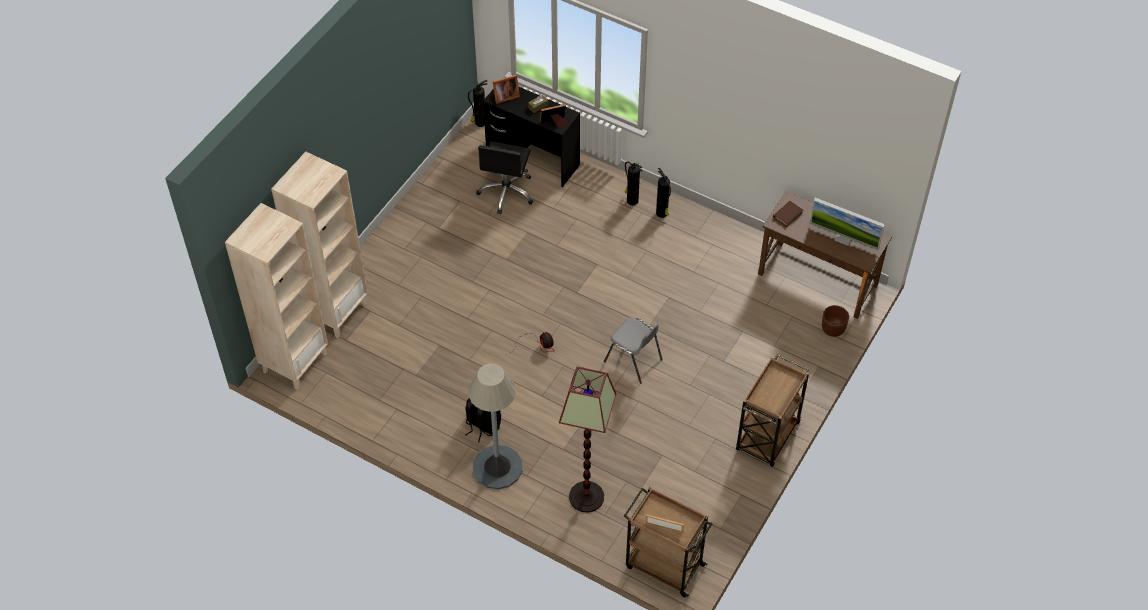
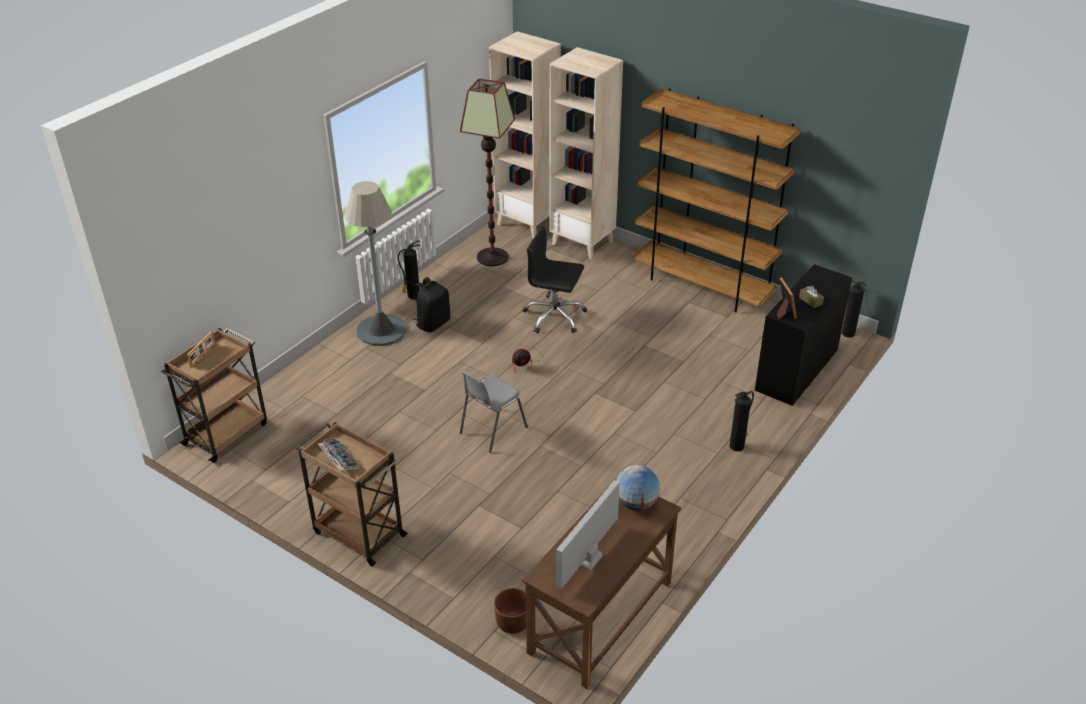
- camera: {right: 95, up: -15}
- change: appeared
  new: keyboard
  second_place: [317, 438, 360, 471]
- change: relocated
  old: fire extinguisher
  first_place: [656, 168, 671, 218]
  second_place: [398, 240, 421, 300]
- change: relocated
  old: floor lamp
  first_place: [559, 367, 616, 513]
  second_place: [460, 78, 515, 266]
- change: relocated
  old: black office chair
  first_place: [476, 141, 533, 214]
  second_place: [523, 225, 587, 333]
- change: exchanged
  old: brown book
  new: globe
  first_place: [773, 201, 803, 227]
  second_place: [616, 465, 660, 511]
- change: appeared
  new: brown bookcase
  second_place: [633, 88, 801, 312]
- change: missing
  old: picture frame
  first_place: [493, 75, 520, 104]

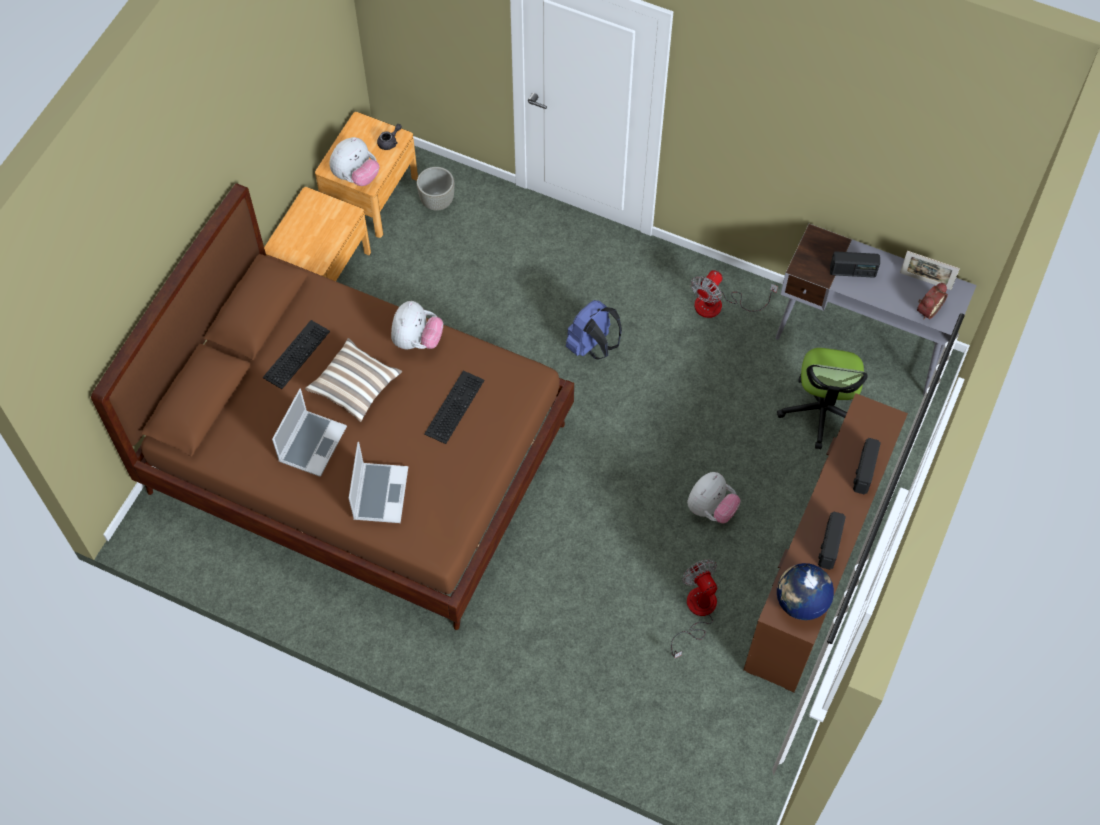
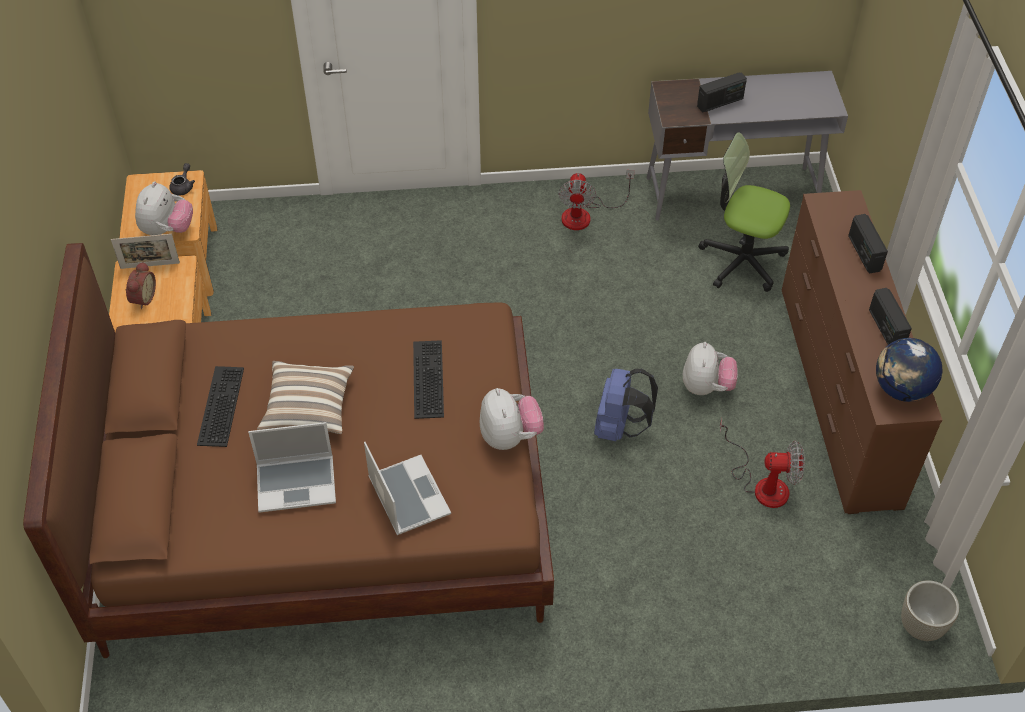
- camera: {right: -30, up: -10}
- change: relocated
  old: picture frame
  first_place: [900, 251, 960, 290]
  second_place: [111, 234, 180, 269]
- change: relocated
  old: alarm clock
  first_place: [917, 283, 948, 320]
  second_place: [126, 262, 156, 309]
- change: spun
  old: laptop
  first_place: [272, 389, 347, 477]
  second_place: [248, 422, 336, 513]
  degrees: 90
- change: relocated
  old: plush toy
  first_place: [391, 301, 443, 349]
  second_place: [480, 388, 544, 450]
- change: relocated
  old: blue backpack
  first_place: [566, 300, 622, 360]
  second_place: [594, 369, 658, 441]
- change: spun
  old: office chair
  first_place: [777, 348, 868, 449]
  second_place: [698, 132, 790, 292]
  degrees: 135
- change: spun
  old: fan
  first_place: [671, 559, 717, 659]
  second_place: [720, 418, 804, 508]
  degrees: 150
- change: relocated
  old: grey planter
  first_place: [417, 167, 454, 211]
  second_place: [901, 580, 959, 641]

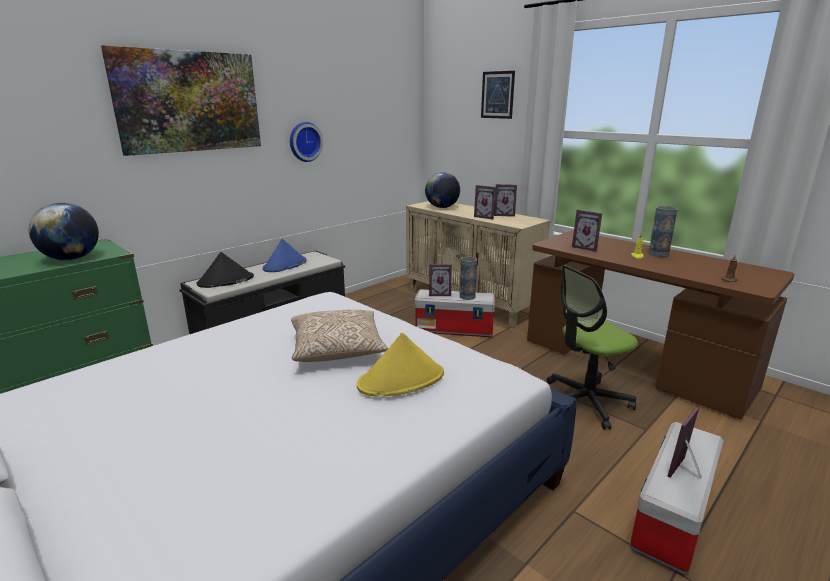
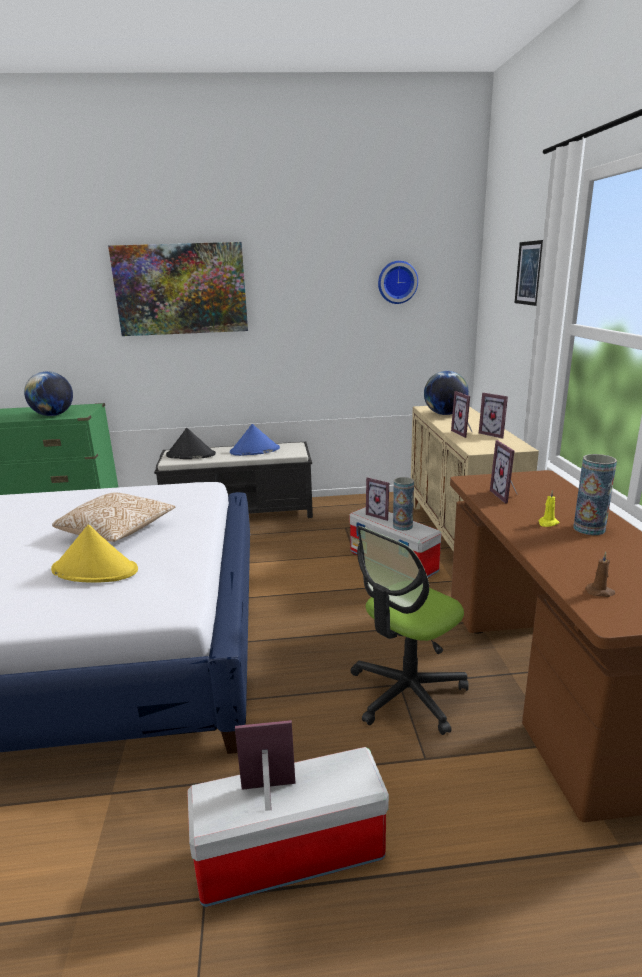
- camera: {right: 40, up: 0}
- change: spun
  old: office chair
  first_place: [547, 265, 638, 429]
  second_place: [350, 526, 469, 735]
  degrees: -60
- change: relocated
  old: wall clock
  first_place: [290, 122, 323, 162]
  second_place: [378, 261, 418, 304]

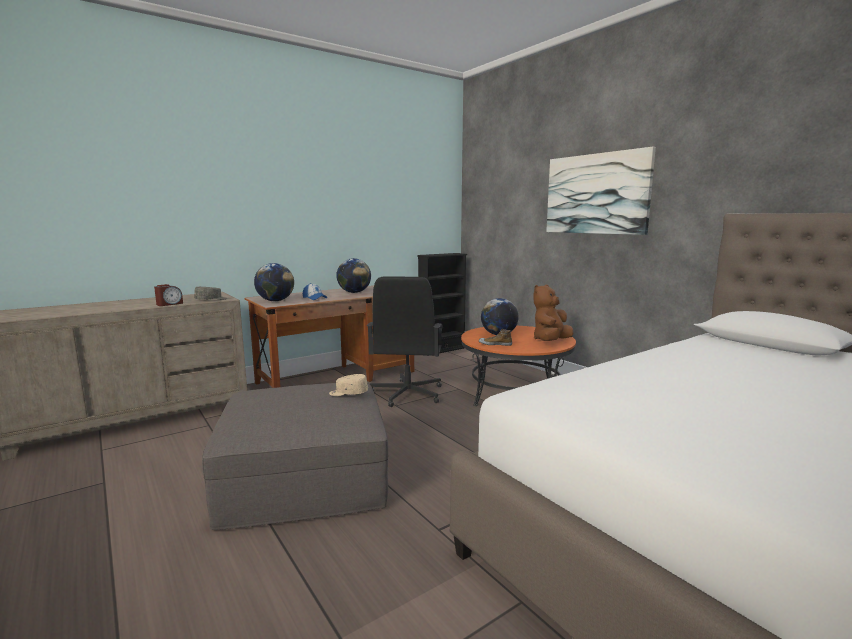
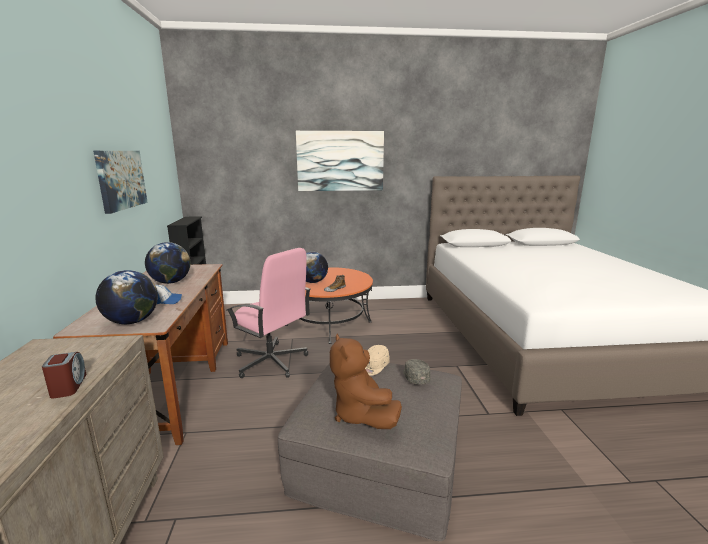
- camera: {right: -60, up: 5}
- change: appeared
  new: picture
  second_place: [93, 151, 148, 214]
- change: colour
  old: black office chair
  new: pink office chair
  first_place: [366, 276, 443, 407]
  second_place: [227, 248, 310, 378]
- change: relocated
  old: brown plush toy
  first_place: [533, 284, 574, 341]
  second_place: [330, 333, 402, 429]
- change: relocated
  old: grey cap
  first_place: [194, 287, 227, 300]
  second_place: [403, 359, 431, 384]

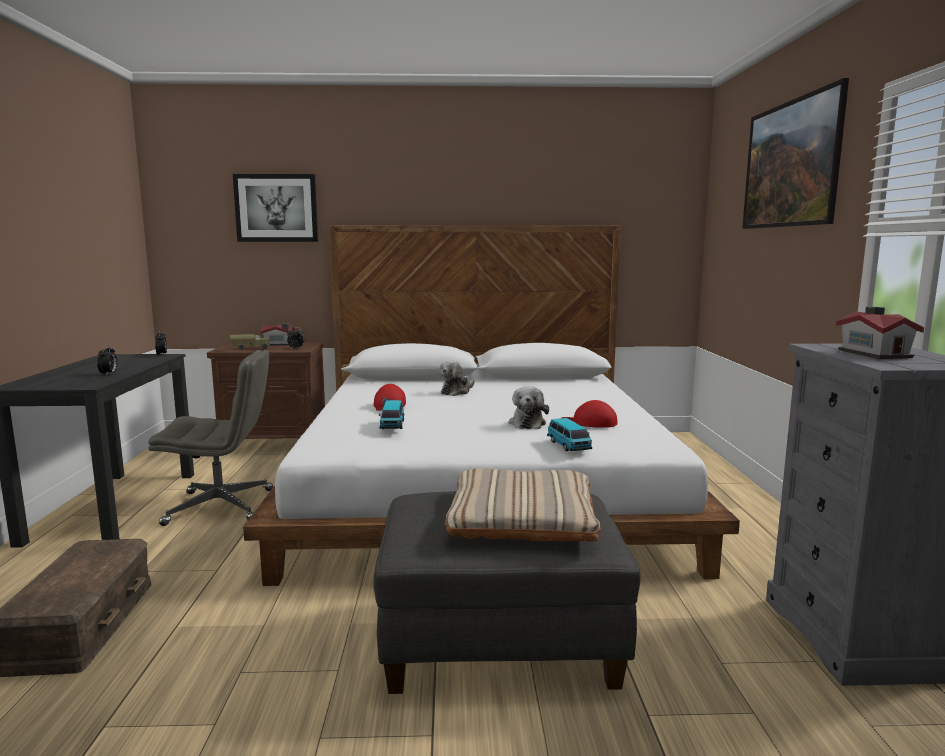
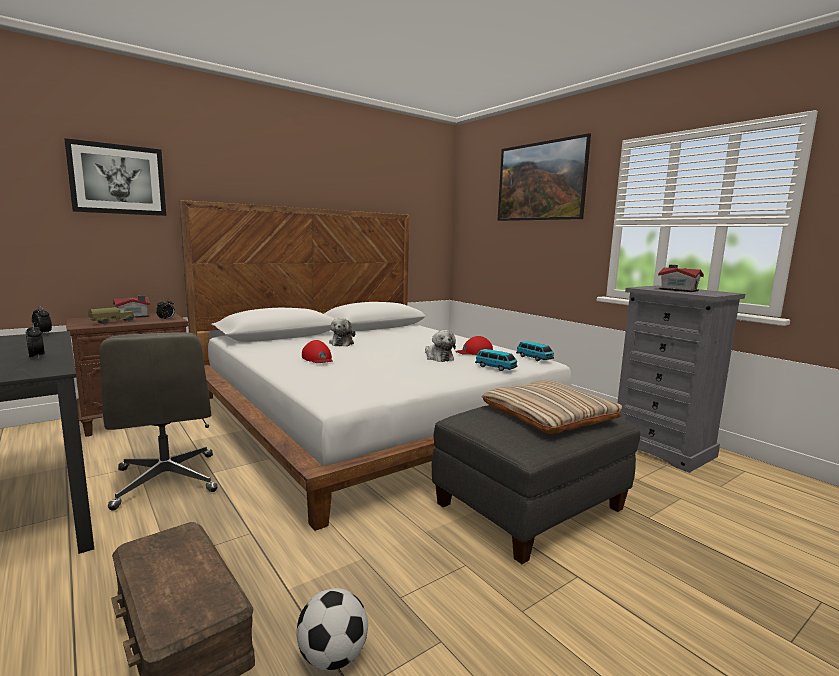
- camera: {right: -35, up: 0}
- change: spun
  old: grey office chair
  first_place: [148, 350, 273, 526]
  second_place: [100, 333, 218, 511]
  degrees: 105
- change: appeared
  new: football
  second_place: [296, 588, 368, 671]
- change: relocated
  old: toy car
  first_place: [379, 400, 404, 429]
  second_place: [516, 341, 554, 361]

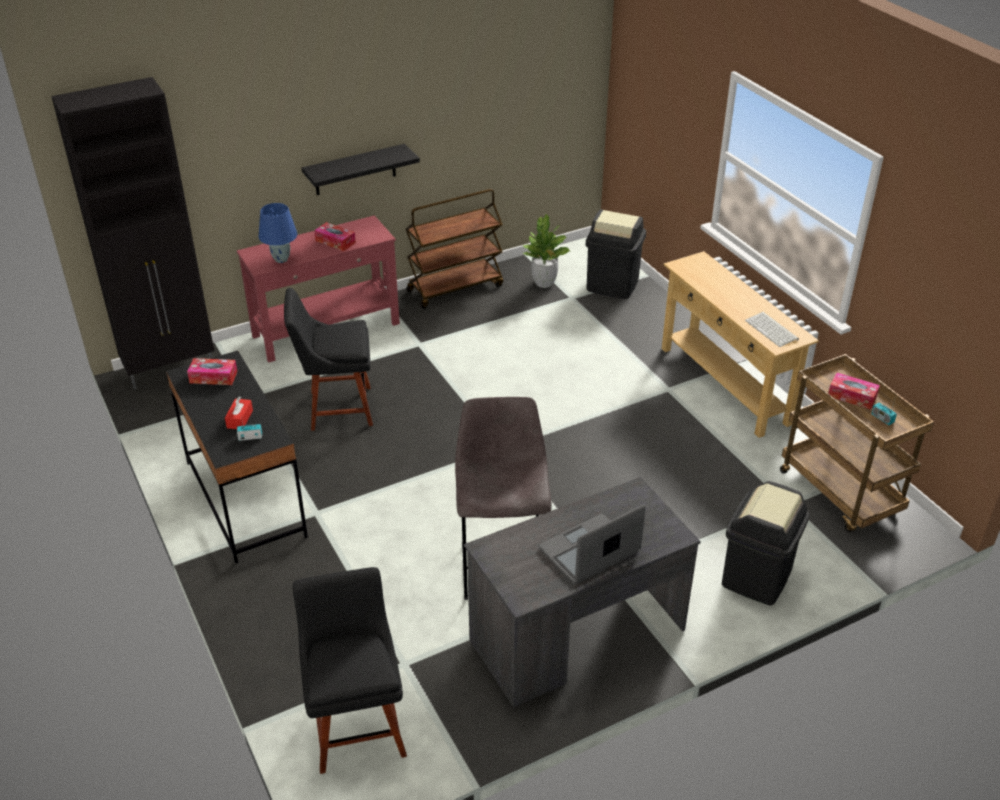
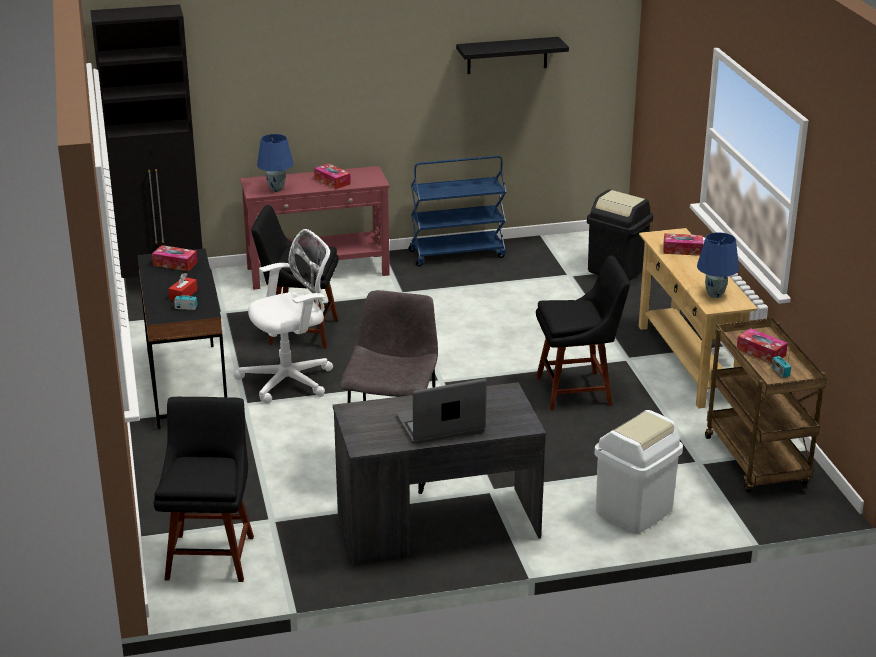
- camera: {right: 15, up: -10}
- change: appeared
  new: white office chair
  second_place: [234, 229, 333, 404]
- change: colour
  old: brown cart
  new: blue cart
  first_place: [406, 189, 503, 309]
  second_place: [408, 156, 506, 266]
- change: relocated
  old: black shelf
  first_place: [302, 144, 420, 195]
  second_place: [456, 37, 569, 74]
- change: appeared
  new: black chair
  second_place: [536, 256, 630, 411]
- change: colour
  old: black trash can
  new: white trash can
  first_place: [722, 481, 809, 605]
  second_place: [595, 410, 683, 534]
- change: appeared
  new: tissue box
  second_place: [663, 233, 703, 256]
- change: exchanged
  old: keyboard
  new: blue table lamp
  first_place: [745, 312, 799, 347]
  second_place: [697, 232, 739, 298]
- change: missing
  old: potted plant
  first_place: [523, 213, 570, 288]

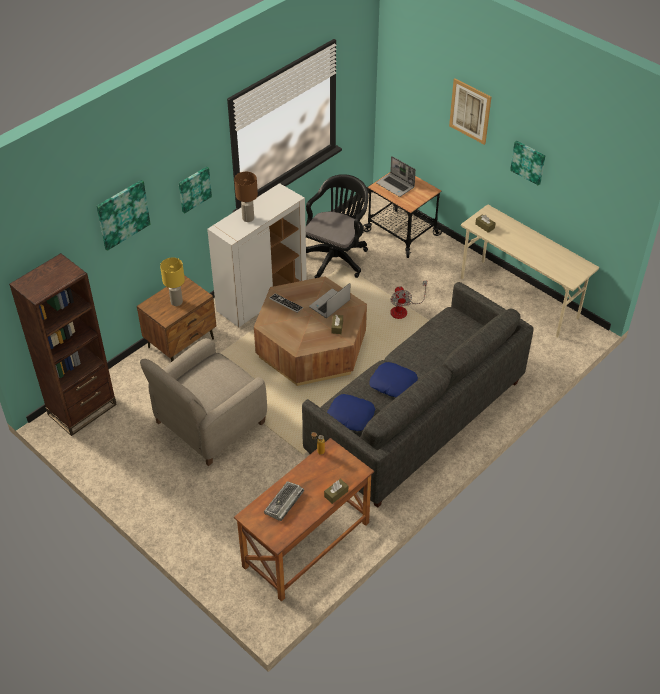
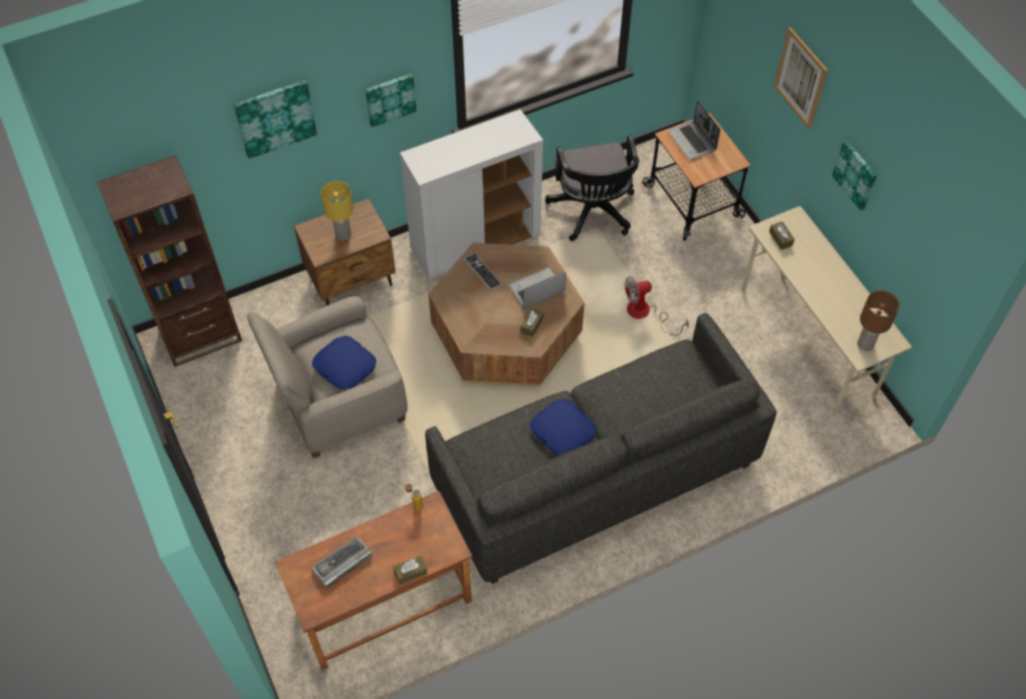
- camera: {right: 20, up: 10}
- change: relocated
  old: blue pillow
  first_place: [327, 394, 375, 431]
  second_place: [312, 336, 376, 390]
- change: spun
  old: black office chair
  first_place: [306, 174, 369, 278]
  second_place: [545, 136, 639, 241]
  degrees: 120
- change: spun
  old: fan
  first_place: [390, 281, 427, 319]
  second_place: [625, 276, 689, 335]
  degrees: 60
- change: relocated
  old: brown table lamp
  first_place: [234, 172, 258, 222]
  second_place: [857, 290, 899, 351]

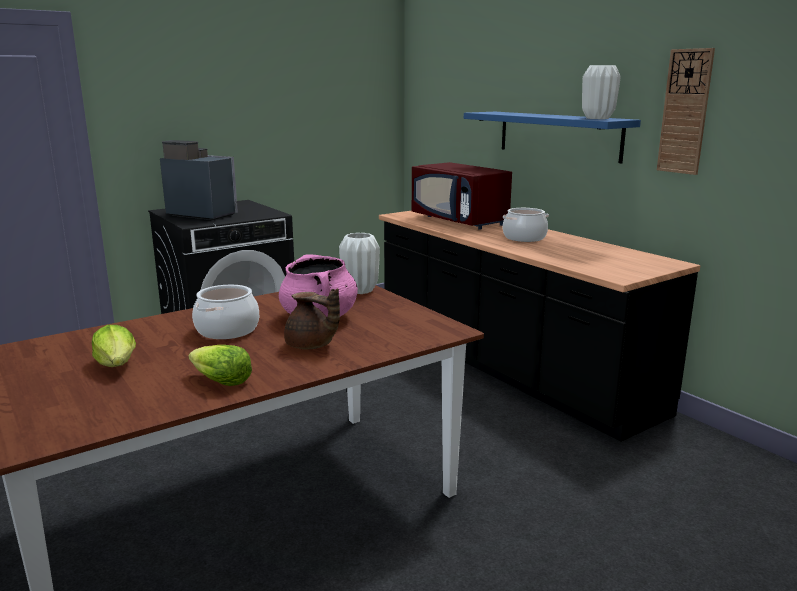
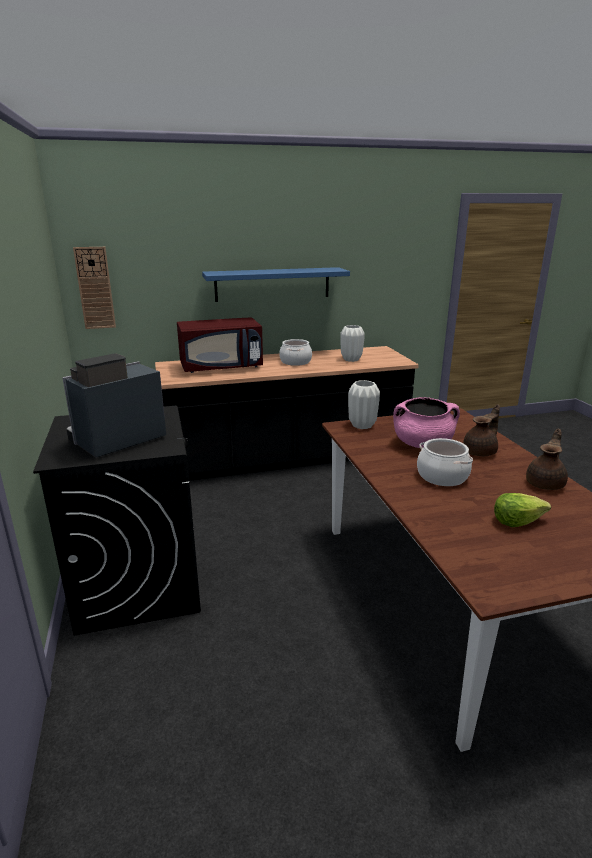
- camera: {right: -70, up: 5}
- change: relocated
  old: wall clock
  first_place: [657, 48, 715, 175]
  second_place: [73, 247, 116, 329]
- change: relocated
  old: white vase
  first_place: [582, 65, 621, 119]
  second_place: [340, 325, 365, 362]
- change: exchanged
  old: lettuce
  new: brown teapot
  first_place: [188, 345, 252, 386]
  second_place: [526, 429, 568, 490]

